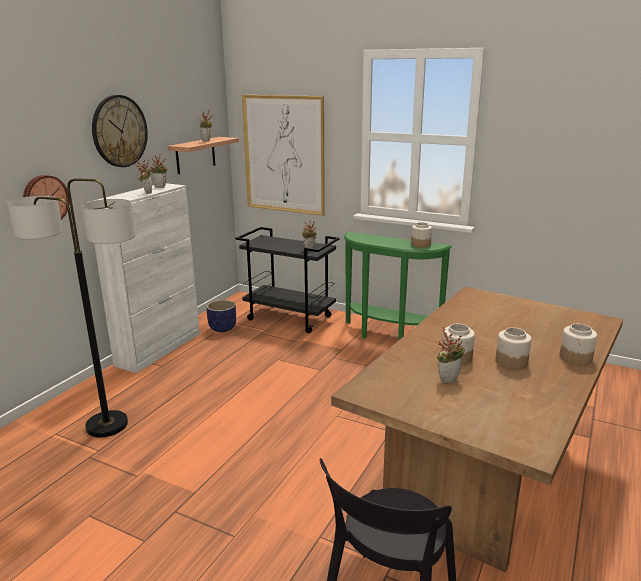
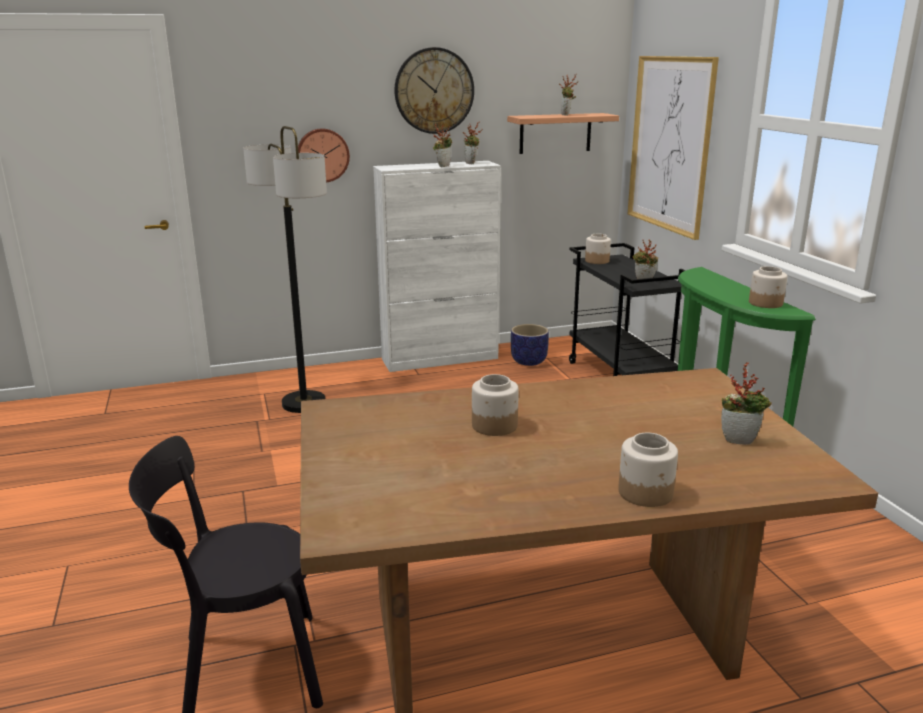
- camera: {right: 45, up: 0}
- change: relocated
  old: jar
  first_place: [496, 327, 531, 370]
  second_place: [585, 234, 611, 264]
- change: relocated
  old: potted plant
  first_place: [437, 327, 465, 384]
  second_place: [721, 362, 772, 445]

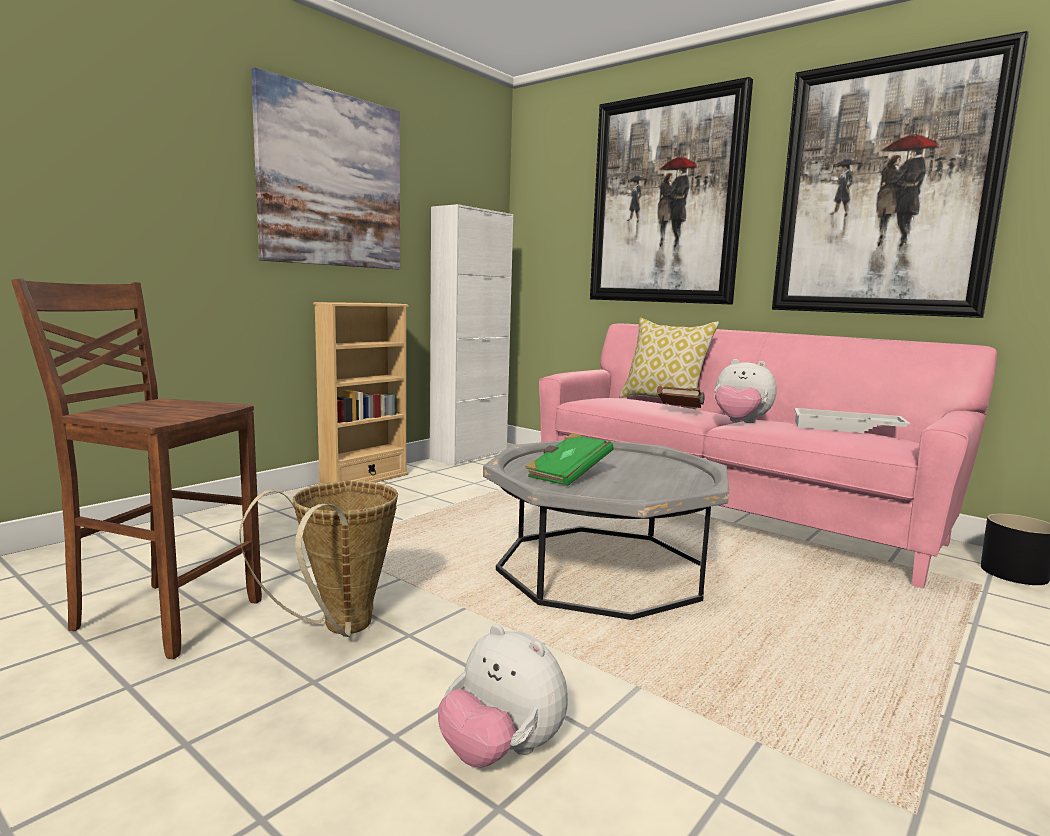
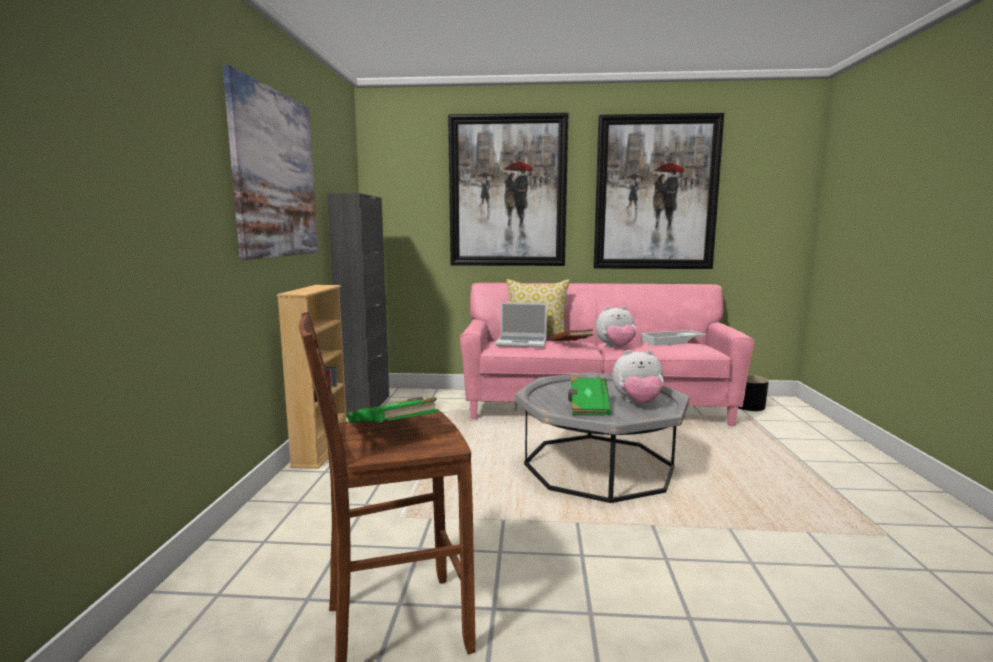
- camera: {right: -35, up: 0}
- change: colour
  old: white cabinet
  new: black cabinet
  first_place: [430, 204, 513, 466]
  second_place: [327, 193, 389, 417]
- change: appeared
  new: green book
  second_place: [347, 397, 438, 423]
- change: appeared
  new: laptop
  second_place: [495, 302, 547, 347]
- change: relocated
  old: plush toy
  first_place: [438, 624, 568, 767]
  second_place: [612, 350, 664, 404]
- change: missing
  old: basket
  first_place: [240, 481, 398, 637]

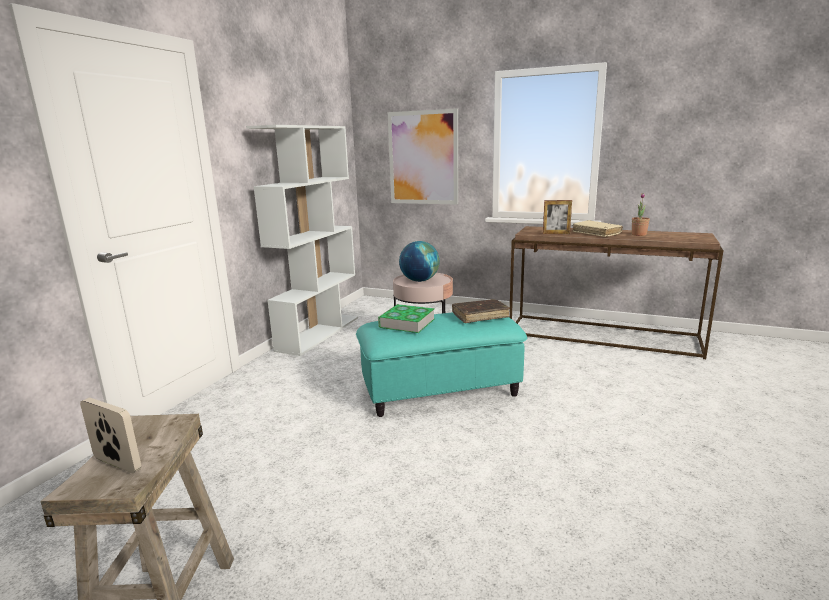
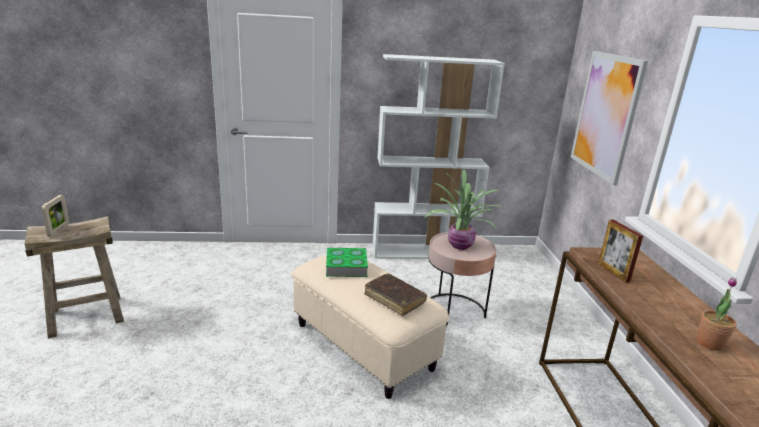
- camera: {right: 60, up: 5}
- change: colour
  old: turquoise ottoman
  new: beige ottoman
  first_place: [356, 312, 527, 417]
  second_place: [291, 255, 449, 399]
- change: exchanged
  old: globe
  new: potted plant
  first_place: [399, 241, 440, 282]
  second_place: [423, 170, 501, 250]
- change: missing
  old: beige book
  first_place: [573, 220, 623, 237]

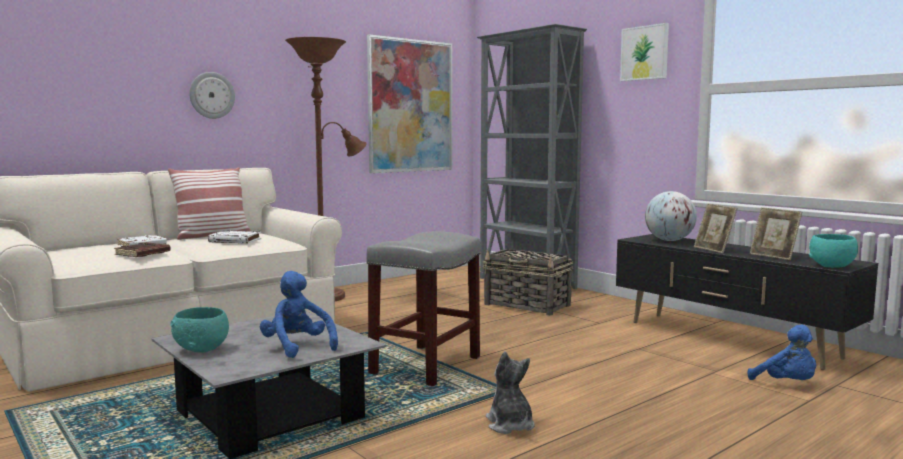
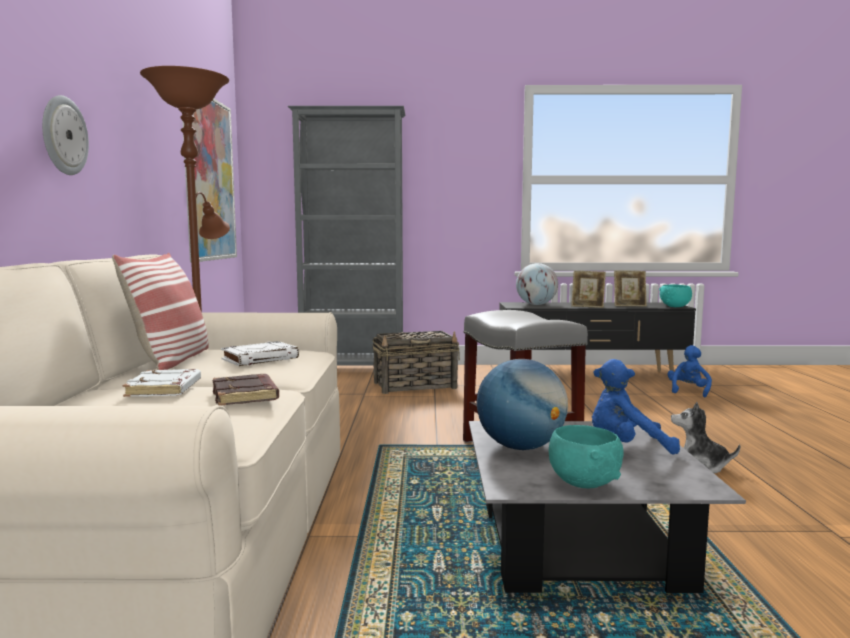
- camera: {right: -50, up: 0}
- change: appeared
  new: globe
  second_place: [477, 359, 568, 450]
- change: spun
  old: blue plush toy
  first_place: [748, 325, 816, 380]
  second_place: [668, 345, 712, 397]
  degrees: -75
- change: missing
  old: picture
  first_place: [620, 23, 669, 81]

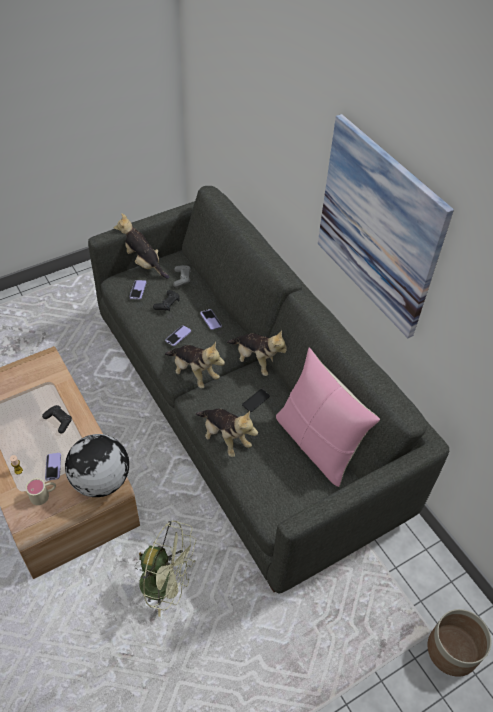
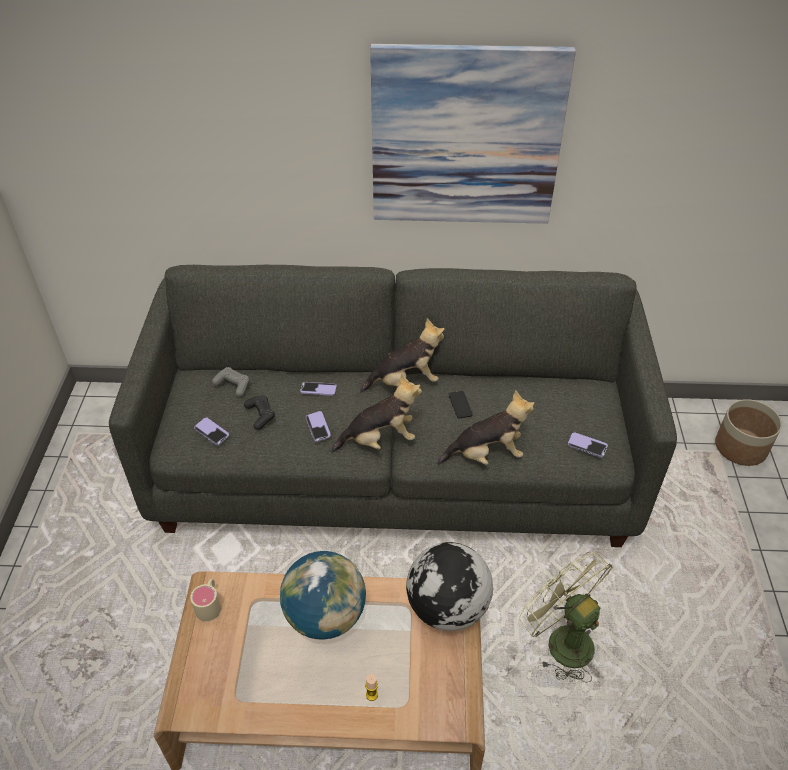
- camera: {right: -55, up: -5}
- change: relocated
  old: beige mug
  first_place: [26, 478, 56, 505]
  second_place: [190, 579, 221, 621]
- change: exchanged
  old: black game controller
  new: globe
  first_place: [42, 405, 72, 433]
  second_place: [280, 551, 366, 640]
- change: spun
  old: green fan
  first_place: [136, 520, 197, 617]
  second_place: [519, 552, 613, 683]
  degrees: -90
- change: relocated
  old: phone
  first_place: [45, 453, 61, 481]
  second_place: [568, 432, 608, 458]
- change: missing
  old: plush toy
  first_place: [114, 213, 170, 279]
- change: missing
  old: pink pillow
  first_place: [276, 348, 380, 487]

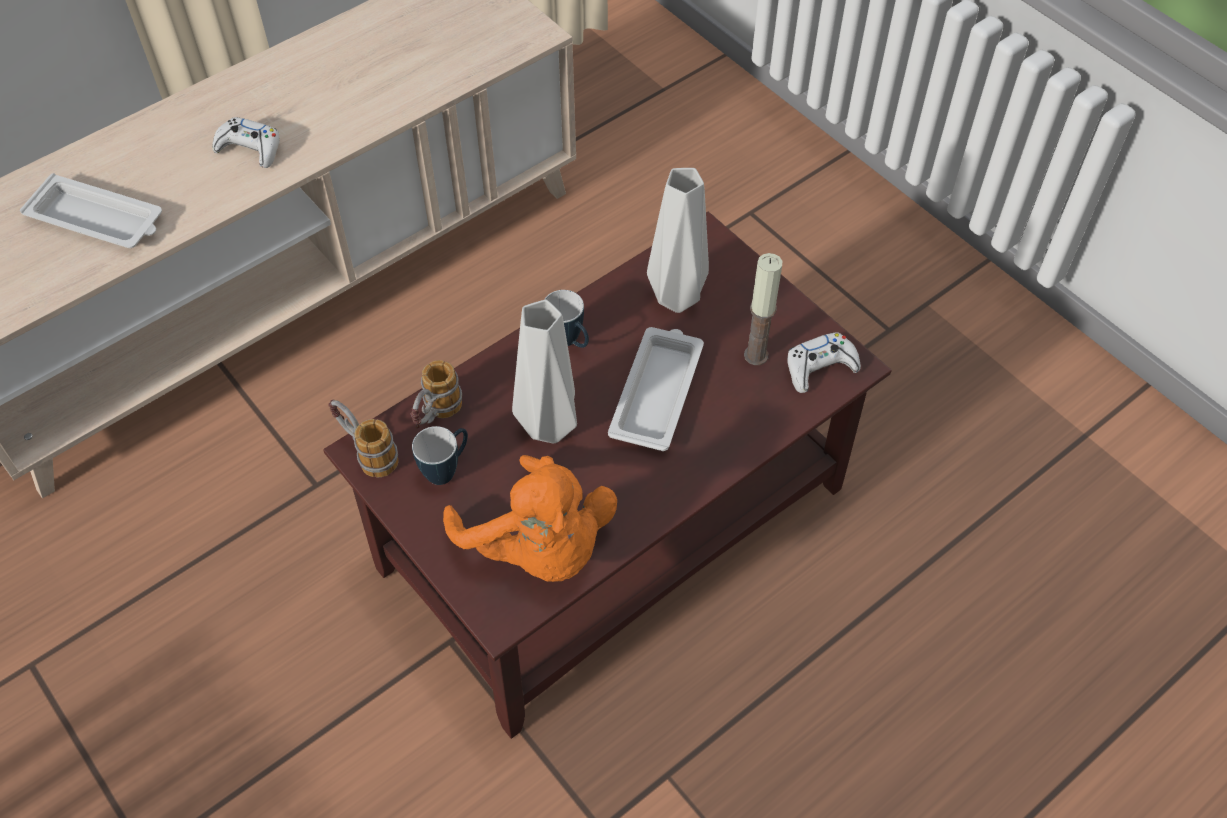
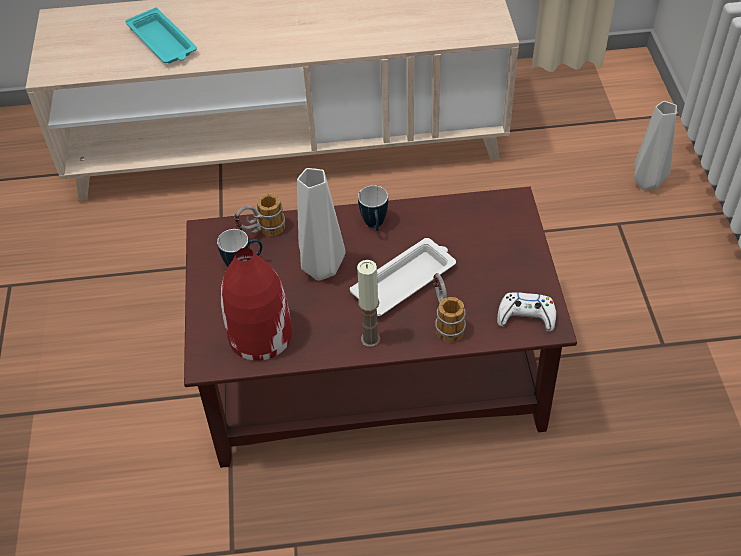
- camera: {right: 35, up: -5}
- change: colour
  old: white tray
  new: turquoise tray
  first_place: [20, 173, 162, 248]
  second_place: [125, 7, 197, 63]
- change: exchanged
  old: orange plush toy
  new: red vase
  first_place: [443, 455, 617, 582]
  second_place: [221, 248, 292, 361]
- change: relocated
  old: candle
  first_place: [744, 253, 782, 365]
  second_place: [357, 260, 380, 347]
- change: relocated
  old: mug
  first_place: [328, 400, 399, 478]
  second_place: [433, 273, 466, 342]
- change: relocated
  old: grey vase
  first_place: [647, 168, 709, 313]
  second_place: [634, 101, 677, 190]
- change: missing
  old: white game controller
  first_place: [212, 117, 279, 168]

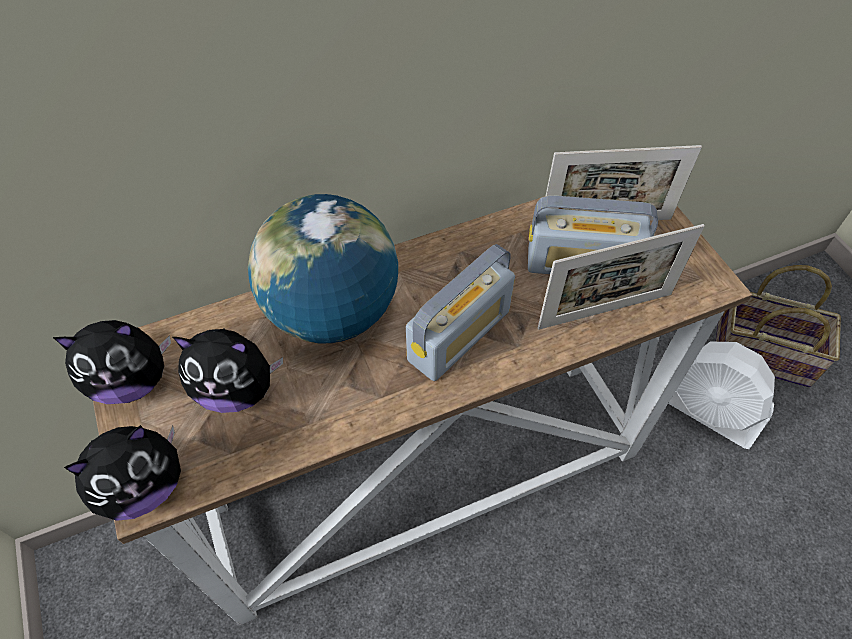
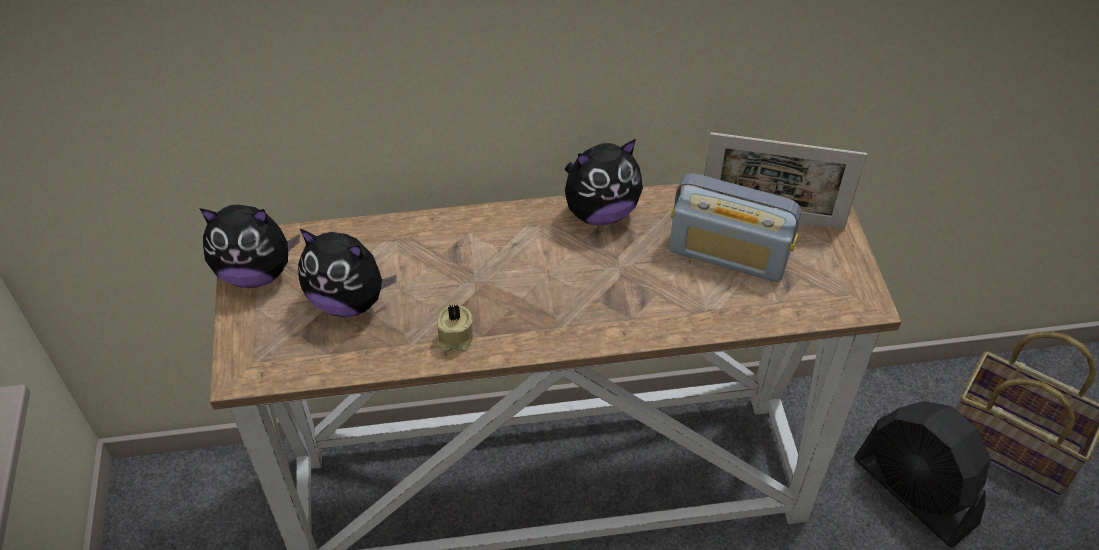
- camera: {right: 15, up: -5}
- change: appeared
  new: beige candle
  second_place: [437, 304, 473, 352]
- change: relocated
  old: plush toy
  first_place: [64, 425, 181, 521]
  second_place: [565, 139, 643, 226]
- change: colour
  old: white fan
  new: black fan
  first_place: [668, 342, 775, 449]
  second_place: [854, 401, 991, 548]
- change: missing
  old: globe
  first_place: [248, 194, 398, 343]
- change: missing
  old: radio
  first_place: [406, 244, 515, 381]
- change: missing
  old: picture frame
  first_place: [538, 224, 705, 330]

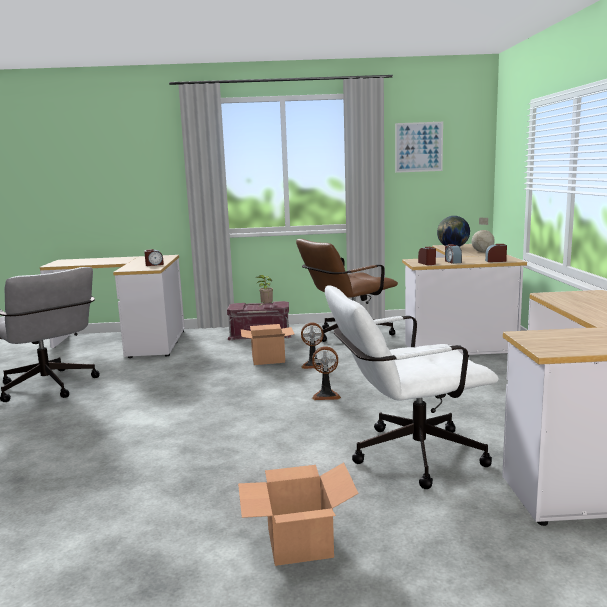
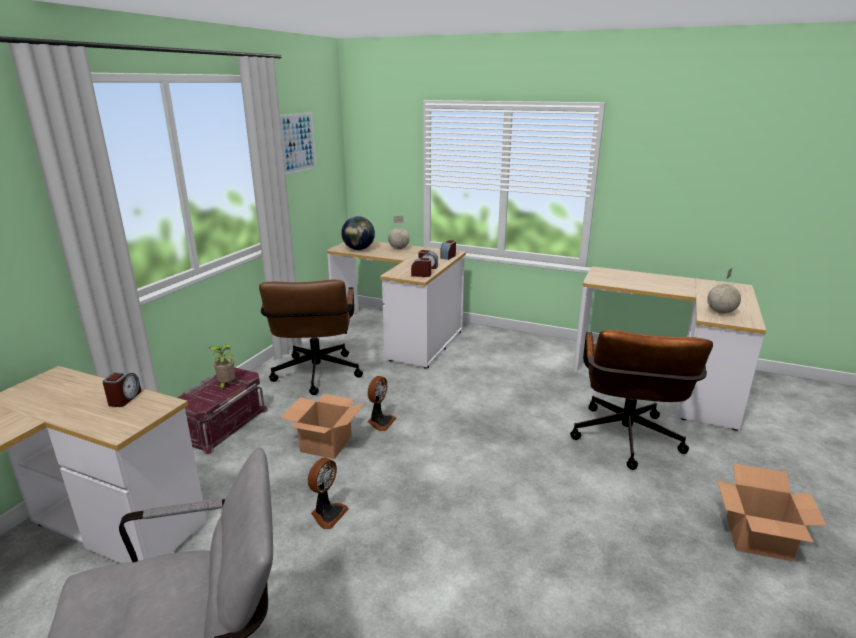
- camera: {right: -65, up: 10}
- change: relocated
  old: fan
  first_place: [312, 347, 341, 400]
  second_place: [308, 458, 349, 529]
- change: colour
  old: white office chair
  new: brown office chair
  first_place: [325, 285, 499, 489]
  second_place: [570, 330, 713, 470]
- change: appeared
  new: globe
  second_place: [707, 267, 741, 314]

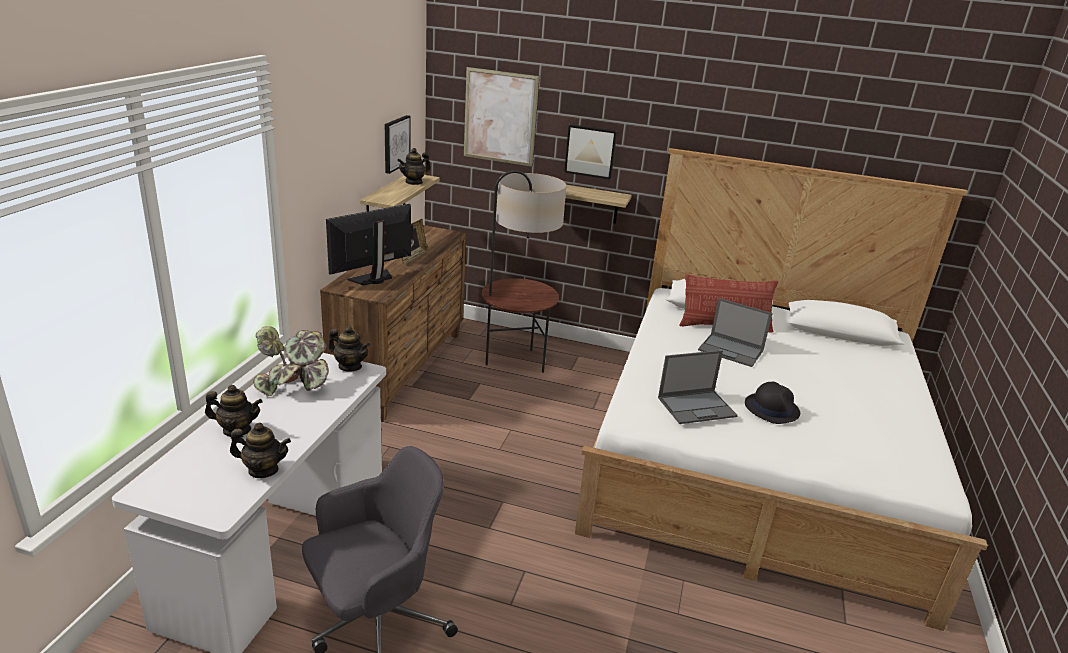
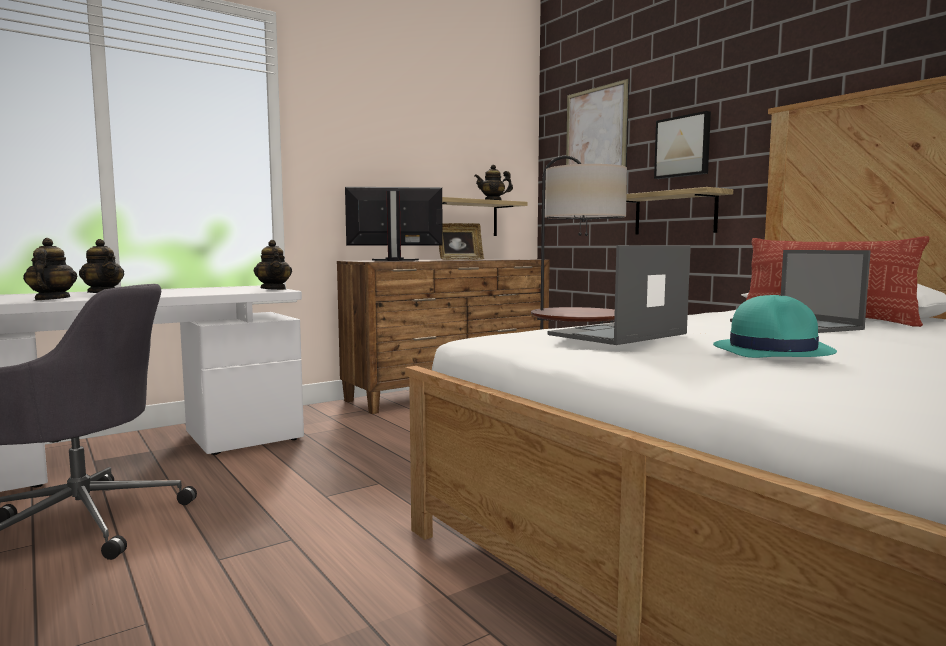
- camera: {right: 40, up: -20}
- change: spun
  old: teapot
  first_place: [230, 423, 291, 478]
  second_place: [23, 238, 77, 300]
  degrees: -150
- change: spun
  old: laptop
  first_place: [658, 350, 738, 424]
  second_place: [548, 245, 690, 345]
  degrees: 120
- change: colour
  old: black hat
  new: turquoise hat
  first_place: [745, 382, 800, 424]
  second_place: [713, 295, 837, 358]
- change: missing
  old: potted plant
  first_place: [253, 326, 329, 396]
- change: missing
  old: picture
  first_place: [385, 115, 410, 174]

